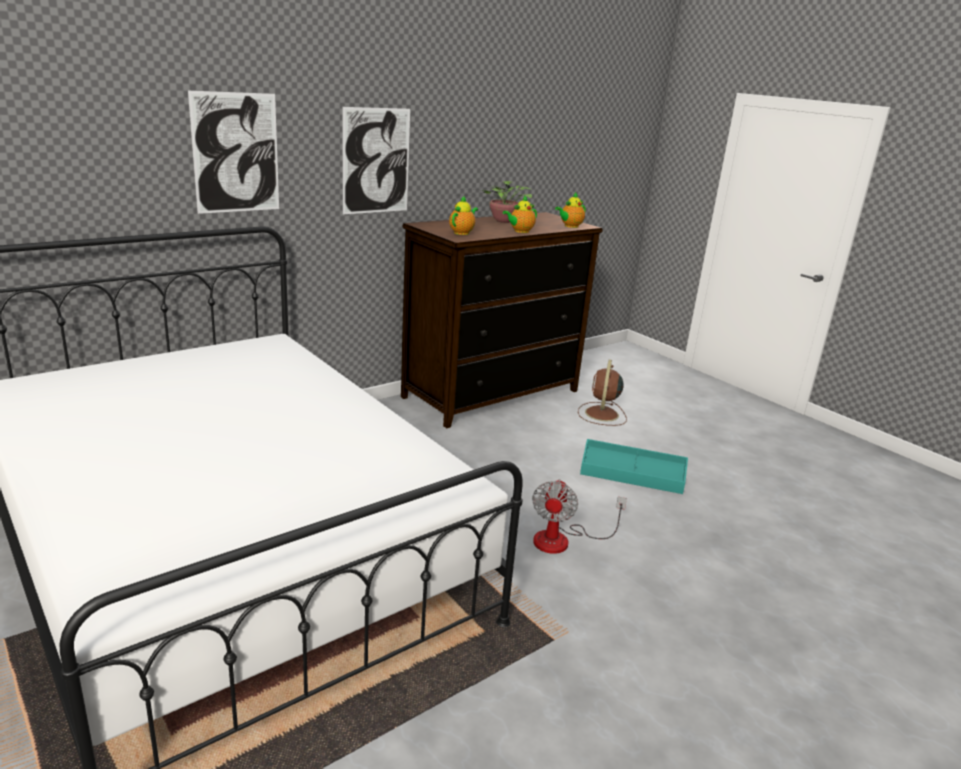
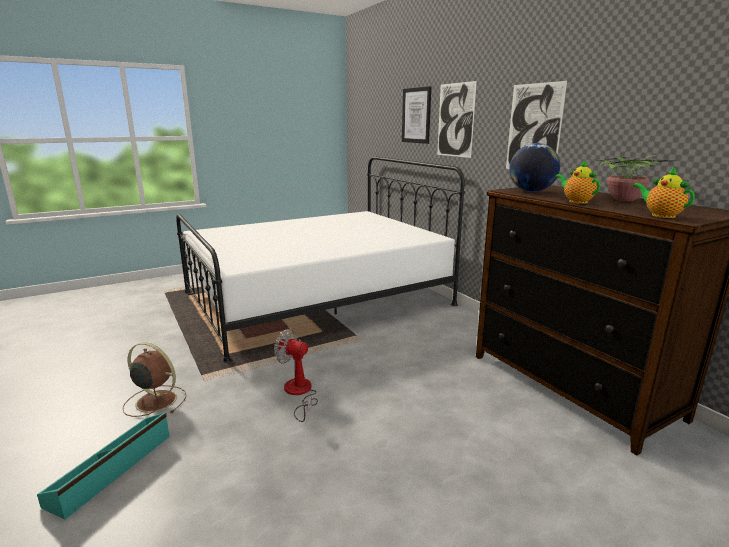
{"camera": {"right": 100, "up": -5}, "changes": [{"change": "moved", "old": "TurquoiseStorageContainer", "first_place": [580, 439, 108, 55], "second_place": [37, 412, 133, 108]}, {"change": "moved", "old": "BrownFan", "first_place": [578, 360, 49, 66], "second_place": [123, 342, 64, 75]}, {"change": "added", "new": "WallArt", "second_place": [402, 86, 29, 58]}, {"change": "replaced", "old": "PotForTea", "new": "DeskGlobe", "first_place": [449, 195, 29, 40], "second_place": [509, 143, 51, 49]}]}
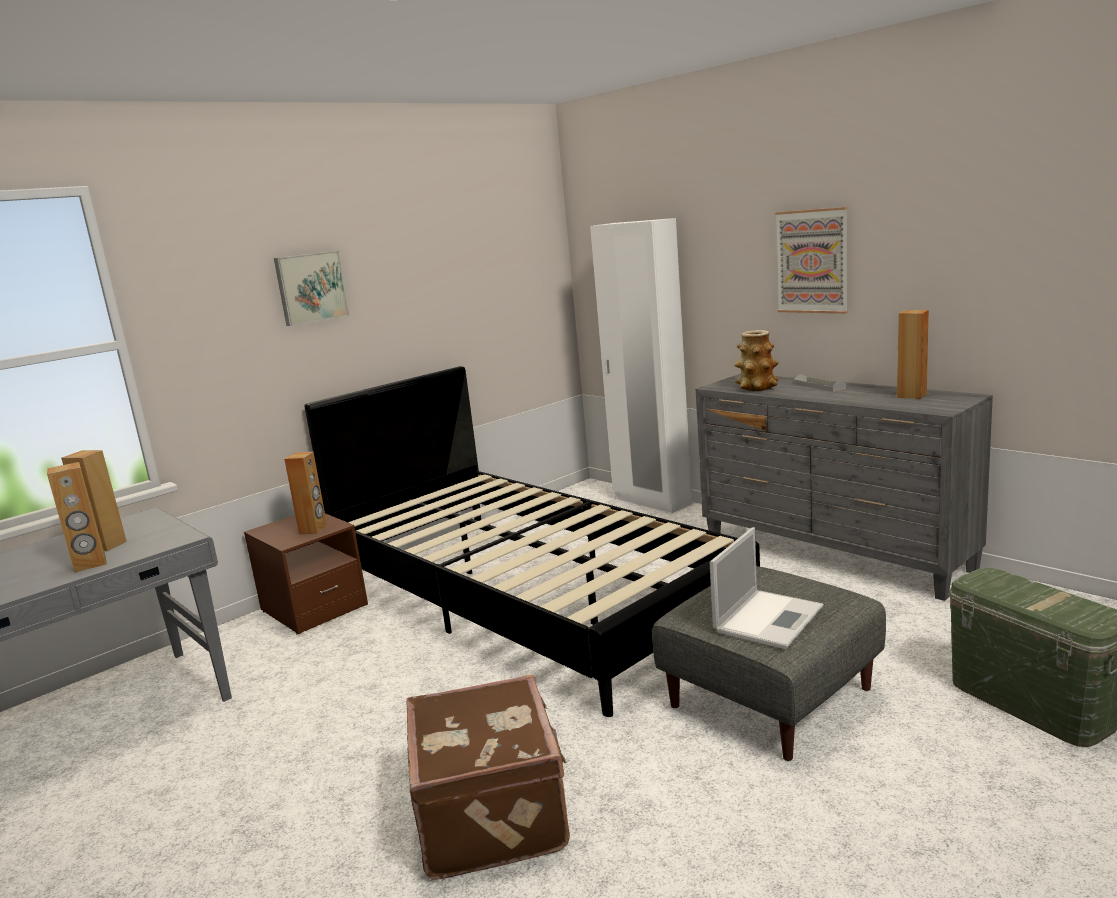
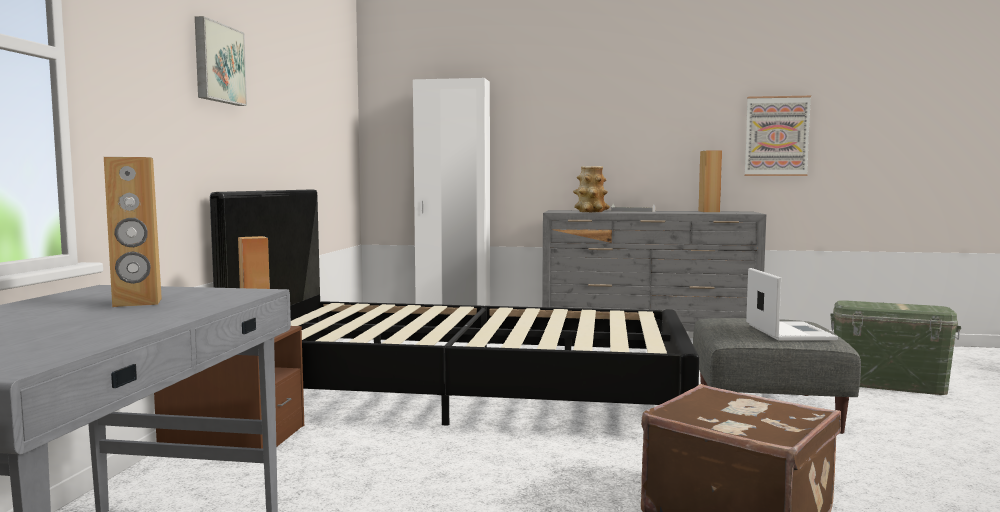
{"camera": {"right": -40, "up": -10}, "changes": [{"change": "moved", "old": "WallArt", "first_place": [775, 207, 73, 107], "second_place": [745, 96, 66, 80]}, {"change": "removed", "old": "BrownAudioSpeaker", "first_place": [47, 462, 60, 111]}]}
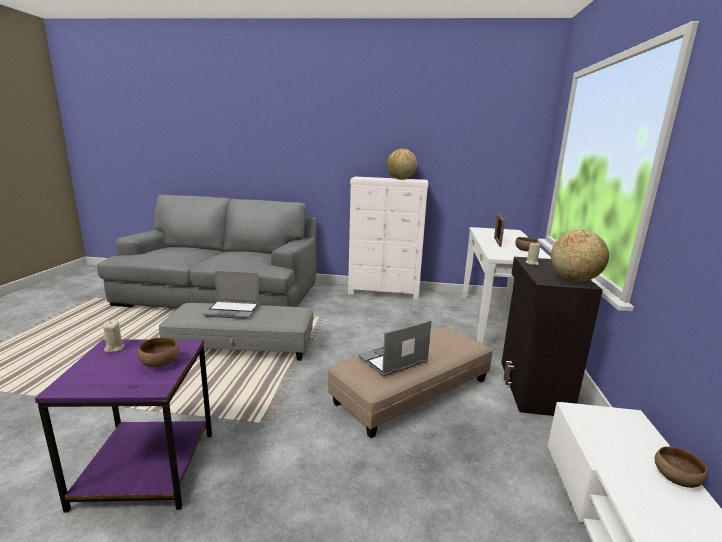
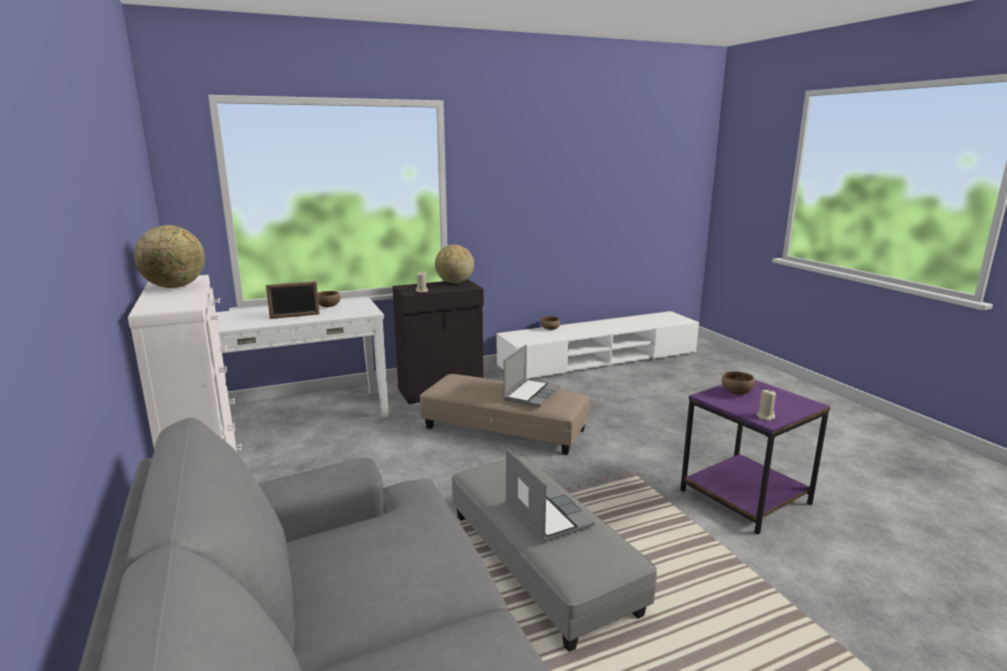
{"camera": {"right": -120, "up": 0}, "changes": [{"change": "turned", "old": "Laptop", "first_place": [358, 320, 73, 56], "second_place": [503, 344, 57, 63], "degrees": -90}]}
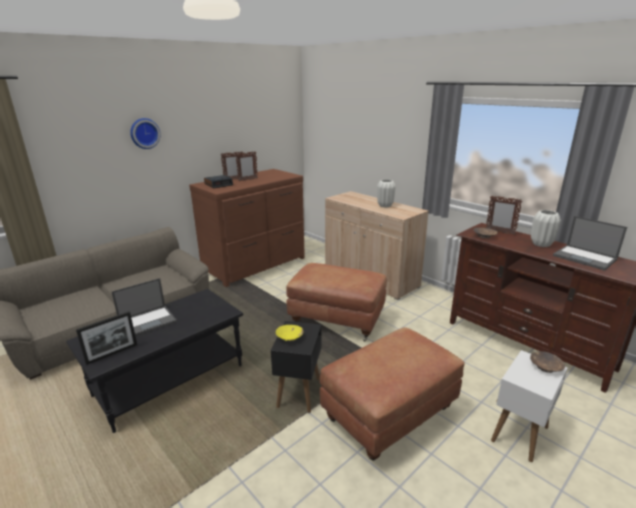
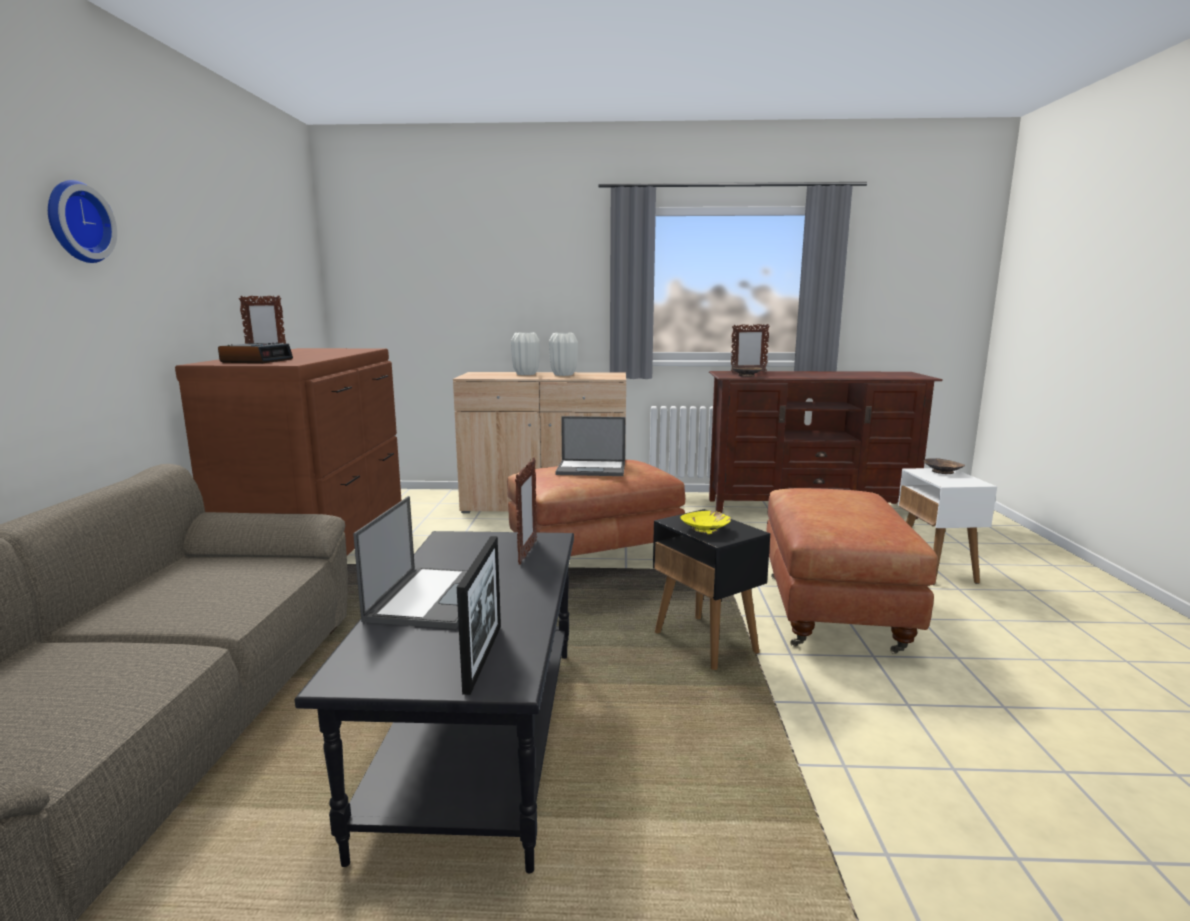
{"camera": {"right": -45, "up": -10}, "changes": [{"change": "moved", "old": "WhitishFlowerVase", "first_place": [531, 210, 30, 37], "second_place": [511, 332, 29, 43]}, {"change": "moved", "old": "PictureFrame", "first_place": [236, 151, 22, 31], "second_place": [515, 457, 22, 108]}, {"change": "moved", "old": "Laptop", "first_place": [553, 216, 74, 55], "second_place": [555, 416, 71, 60]}]}
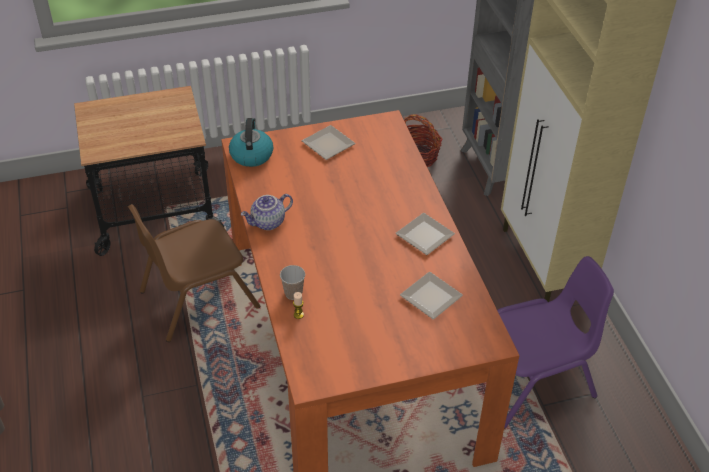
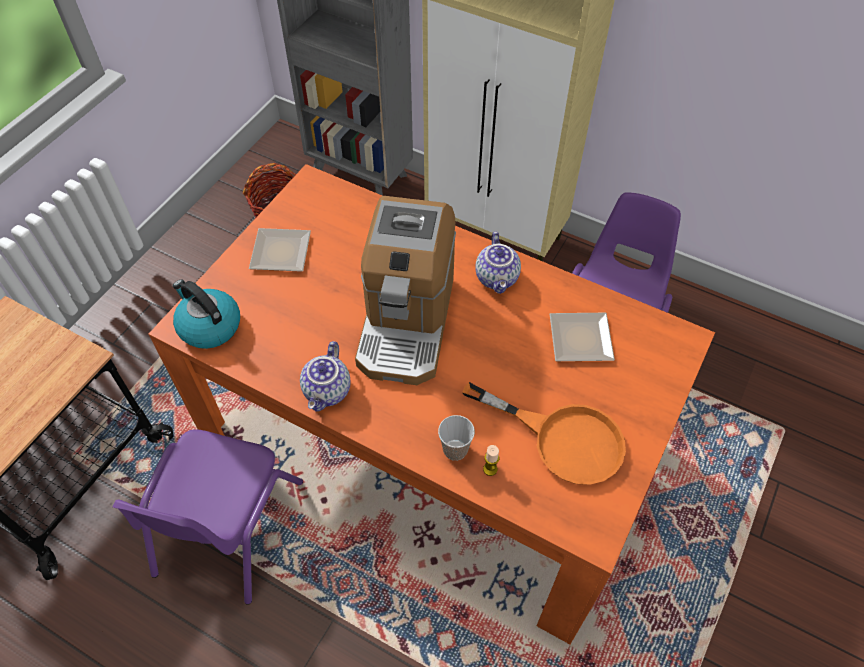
{"camera": {"right": -45, "up": 10}, "changes": [{"change": "recoloured", "old": "BrownUprightChair", "new": "PurpleColouredUprightChair", "first_place": [128, 204, 132, 138], "second_place": [113, 429, 190, 176]}, {"change": "added", "new": "CoffeeMaker", "second_place": [355, 196, 101, 189]}, {"change": "added", "new": "OrangeyPan", "second_place": [462, 382, 164, 103]}, {"change": "replaced", "old": "DinnerPlate", "new": "PotForTea", "first_place": [395, 213, 60, 42], "second_place": [475, 232, 46, 62]}]}
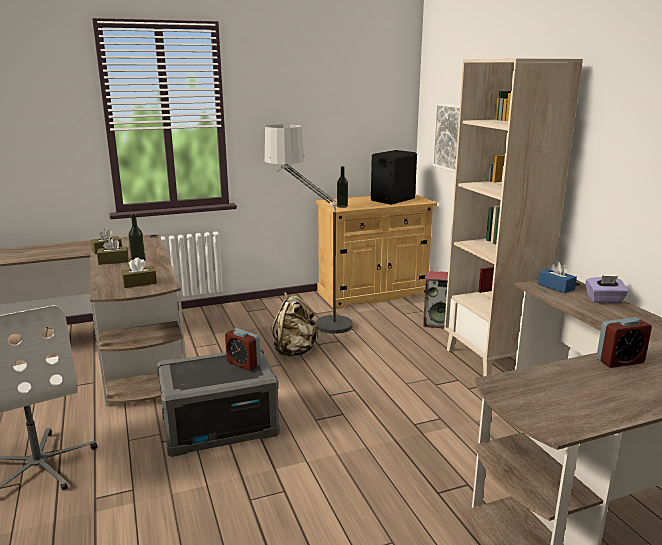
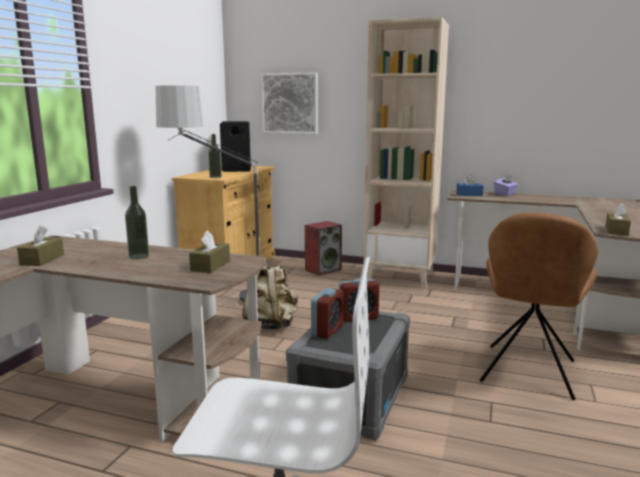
{"camera": {"right": -50, "up": -5}, "changes": [{"change": "moved", "old": "AlarmClock", "first_place": [596, 317, 56, 51], "second_place": [311, 288, 32, 51]}, {"change": "added", "new": "BrownUprightChair", "second_place": [480, 213, 118, 187]}, {"change": "moved", "old": "BrownBoxOfTissues", "first_place": [97, 238, 31, 27], "second_place": [605, 203, 26, 33]}]}
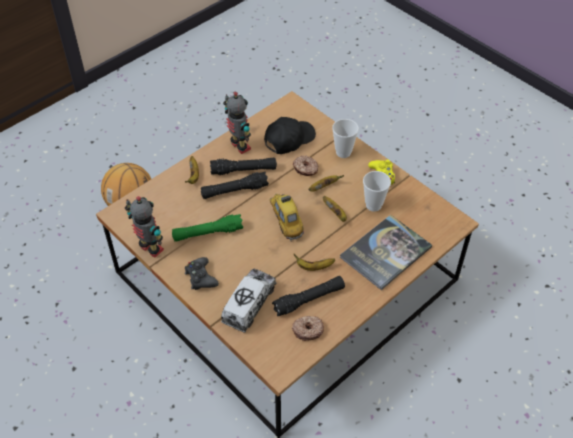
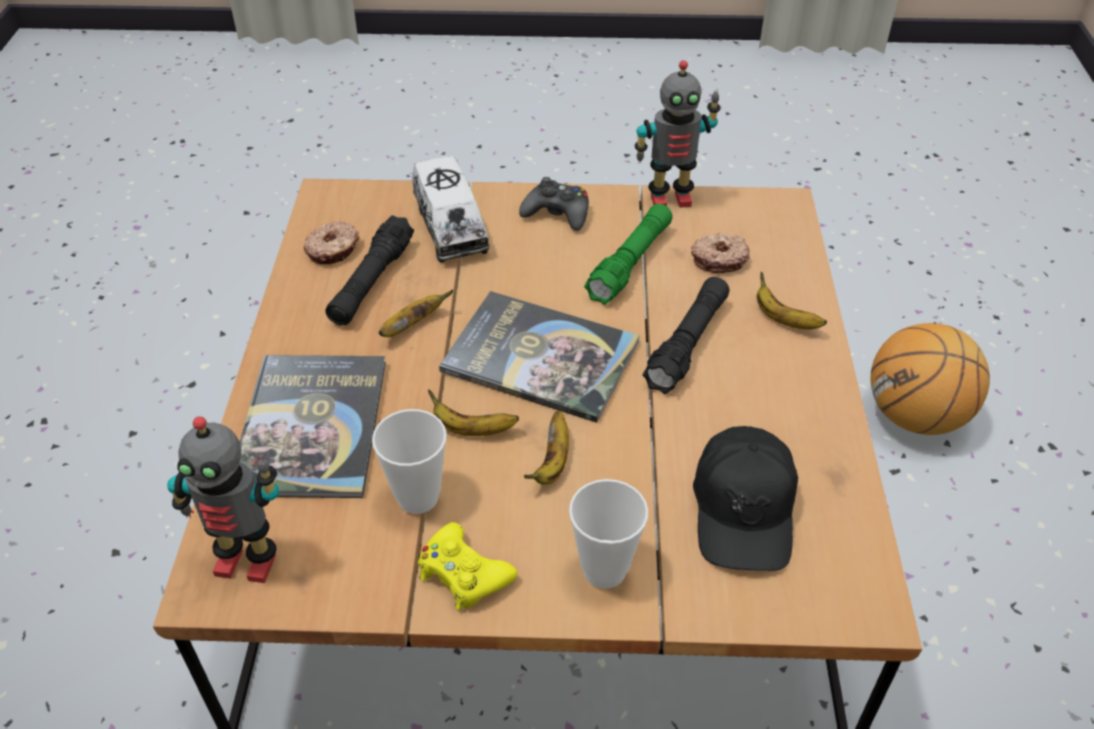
{"camera": {"right": 135, "up": -5}, "changes": [{"change": "moved", "old": "RobotFigure", "first_place": [223, 92, 28, 62], "second_place": [167, 416, 112, 167]}, {"change": "replaced", "old": "ToyCar", "new": "Volume", "first_place": [270, 194, 34, 47], "second_place": [439, 291, 201, 132]}, {"change": "moved", "old": "RingDoughnut", "first_place": [293, 156, 26, 20], "second_place": [691, 233, 59, 40]}, {"change": "removed", "old": "BlackHandTorch", "first_place": [210, 157, 67, 18]}]}
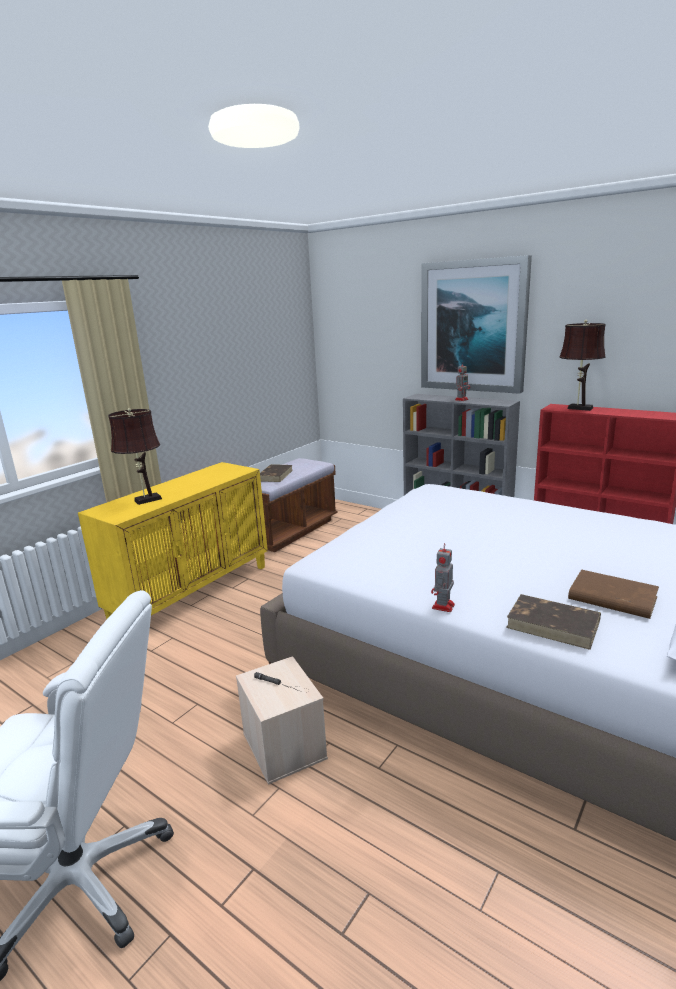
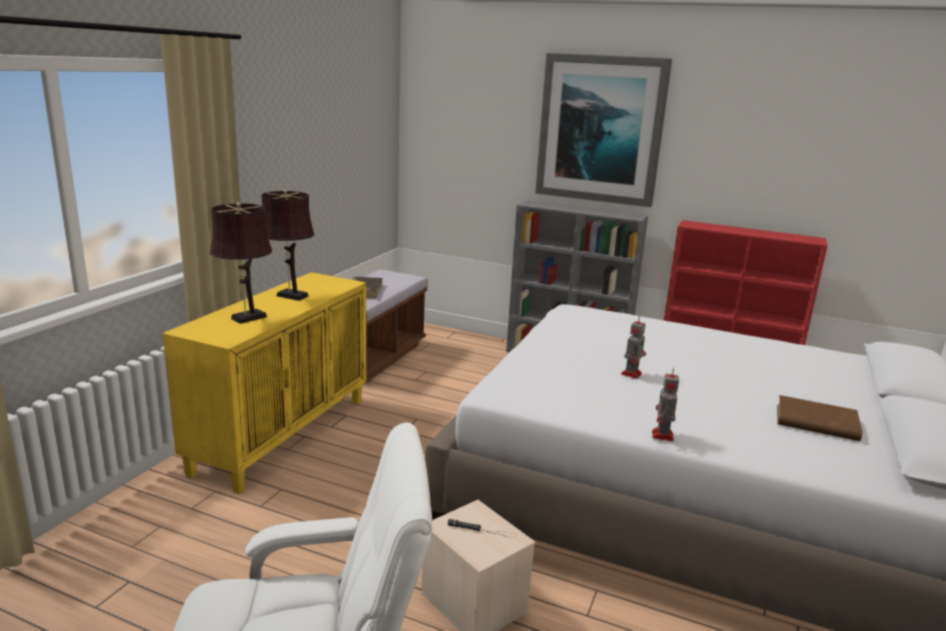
{"camera": {"right": -15, "up": 0}, "changes": [{"change": "moved", "old": "BrownTableLamp", "first_place": [559, 320, 47, 91], "second_place": [261, 189, 53, 112]}, {"change": "moved", "old": "RobotFigure", "first_place": [455, 361, 15, 40], "second_place": [621, 316, 25, 63]}, {"change": "removed", "old": "BrownVolume", "first_place": [506, 594, 95, 56]}]}
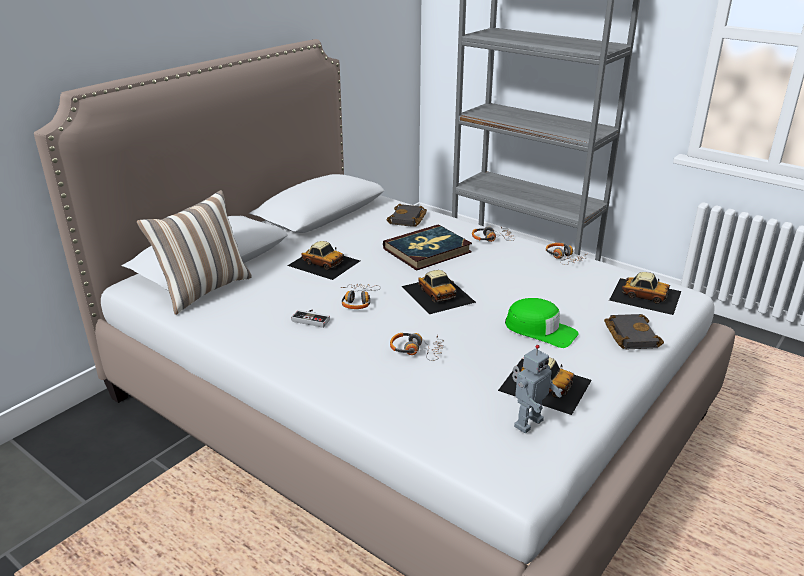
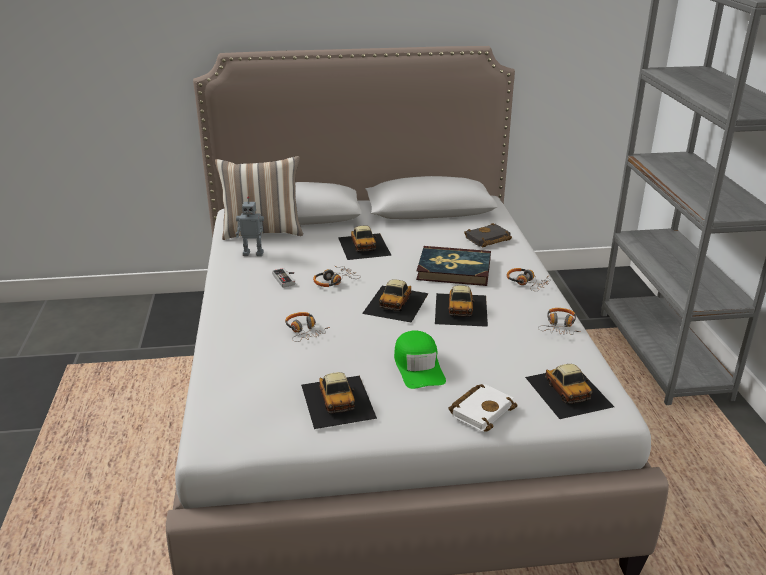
{"camera": {"right": 45, "up": 0}, "changes": [{"change": "moved", "old": "RobotFigure", "first_place": [512, 345, 51, 88], "second_place": [236, 196, 28, 60]}, {"change": "added", "new": "ToyCar", "second_place": [435, 285, 53, 42]}, {"change": "recoloured", "old": "BlackVolume", "new": "WhitishVolume", "first_place": [604, 314, 60, 35], "second_place": [449, 384, 69, 48]}]}
